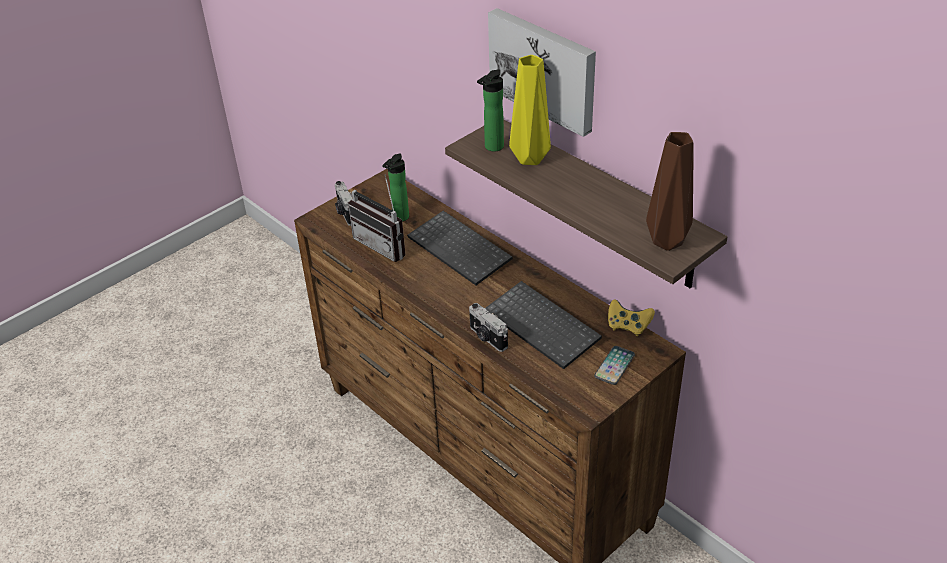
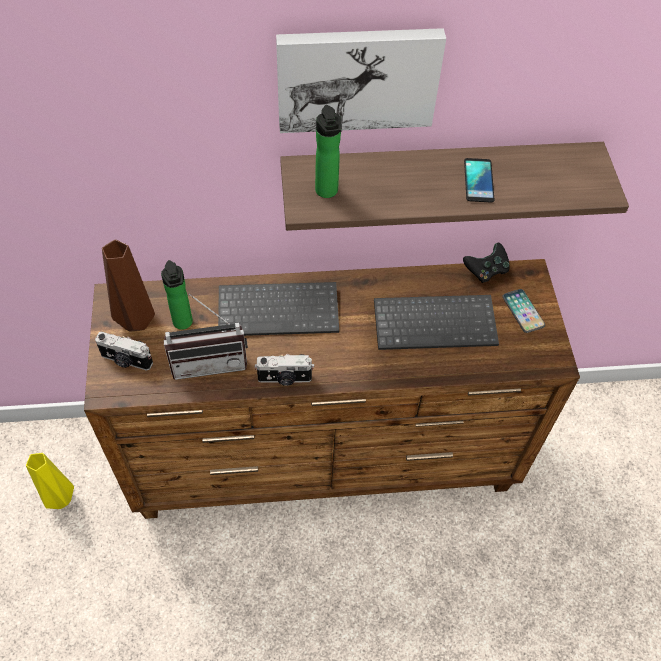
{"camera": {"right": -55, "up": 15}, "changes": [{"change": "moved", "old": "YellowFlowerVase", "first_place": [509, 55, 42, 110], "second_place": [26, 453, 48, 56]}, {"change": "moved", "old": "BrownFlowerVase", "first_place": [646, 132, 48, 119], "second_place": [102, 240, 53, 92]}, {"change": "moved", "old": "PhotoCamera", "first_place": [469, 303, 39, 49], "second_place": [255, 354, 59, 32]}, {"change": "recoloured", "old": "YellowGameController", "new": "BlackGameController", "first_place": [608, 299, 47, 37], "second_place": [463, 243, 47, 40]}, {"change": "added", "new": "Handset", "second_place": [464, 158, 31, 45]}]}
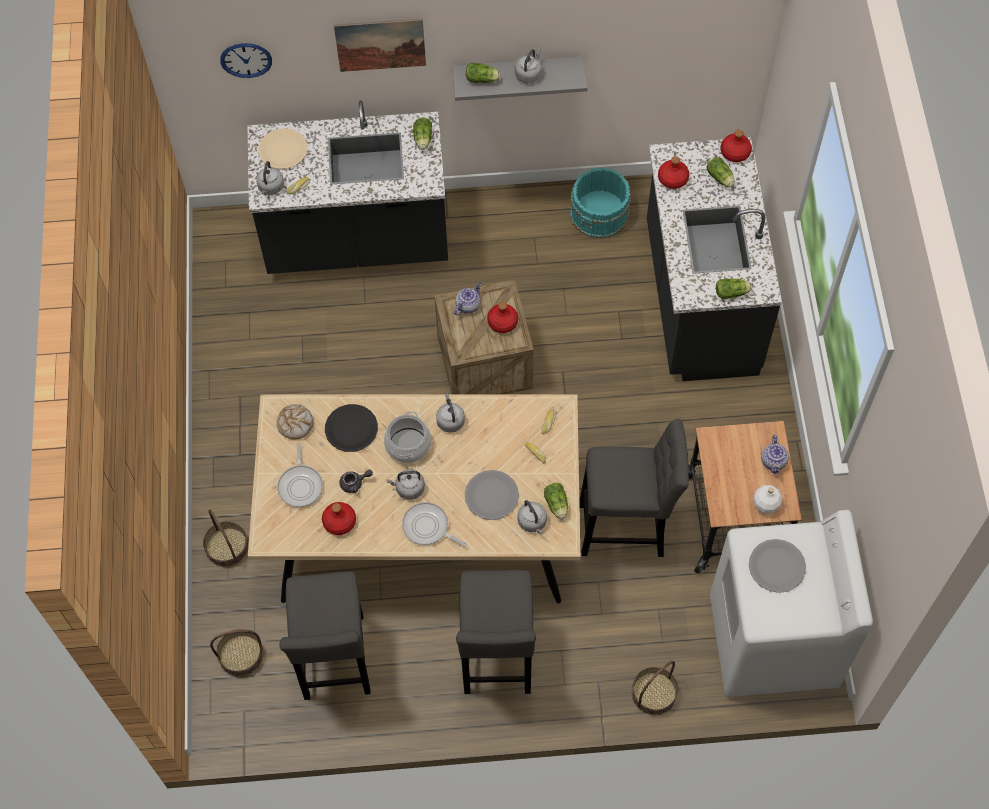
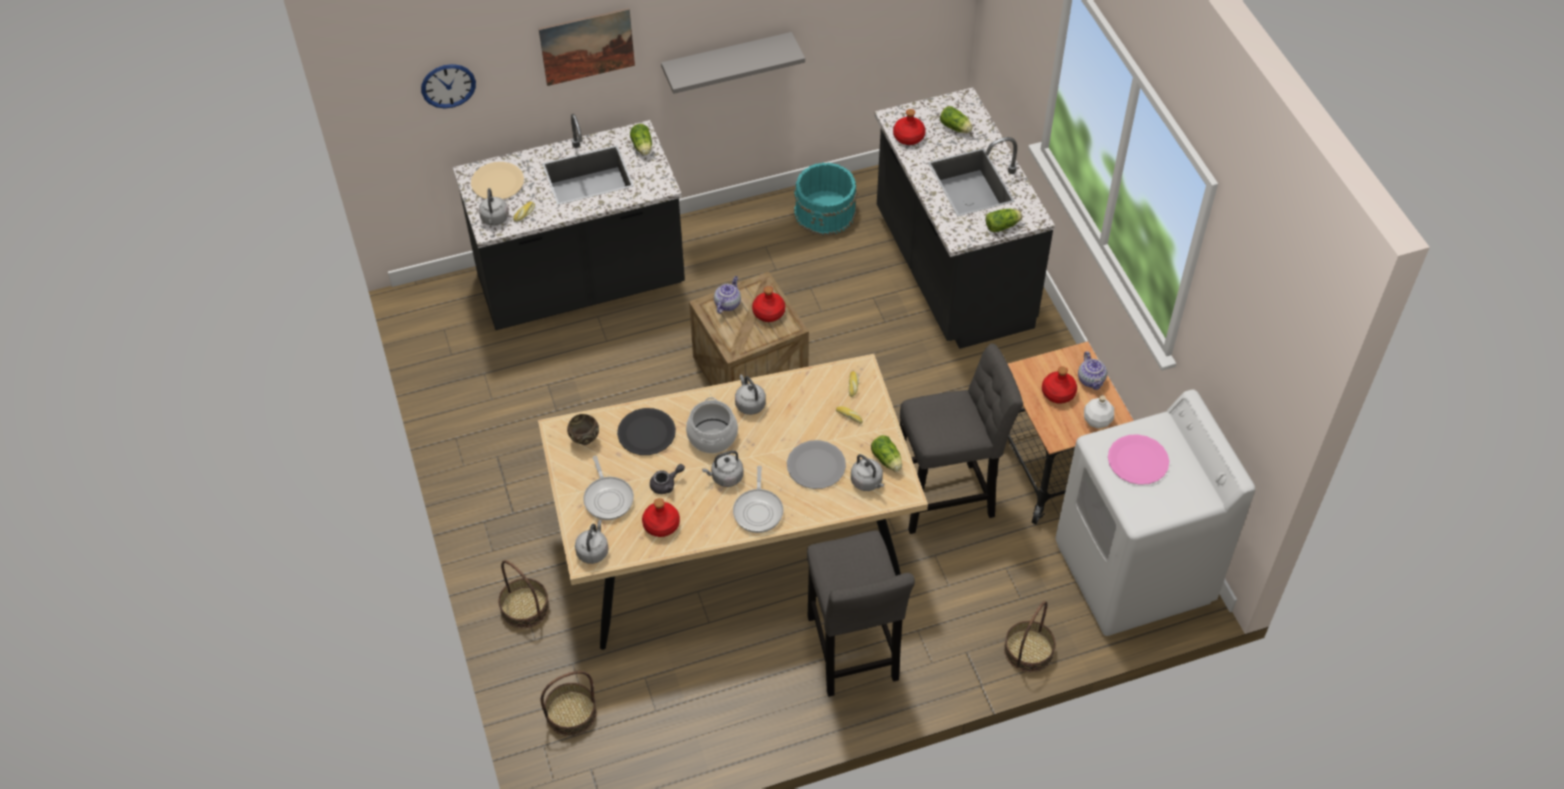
{"camera": {"right": -15, "up": -10}, "changes": [{"change": "replaced", "old": "BakeryBread", "new": "BrownBowl", "first_place": [277, 404, 36, 36], "second_place": [567, 414, 32, 31]}, {"change": "moved", "old": "GreyishWaterKettle", "first_place": [515, 49, 27, 34], "second_place": [575, 520, 34, 44]}, {"change": "turned", "old": "Pan", "first_place": [402, 502, 65, 45], "second_place": [733, 466, 50, 67], "degrees": -105}, {"change": "moved", "old": "ReddishBottle", "first_place": [721, 130, 31, 32], "second_place": [1042, 366, 35, 38]}, {"change": "recoloured", "old": "GreyishDinnerPlate", "new": "PinkColouredDinnerPlate", "first_place": [749, 539, 57, 54], "second_place": [1108, 434, 61, 51]}, {"change": "removed", "old": "GreyishStool", "first_place": [279, 572, 92, 128]}, {"change": "removed", "old": "LettuceHead", "first_place": [466, 63, 35, 20]}]}
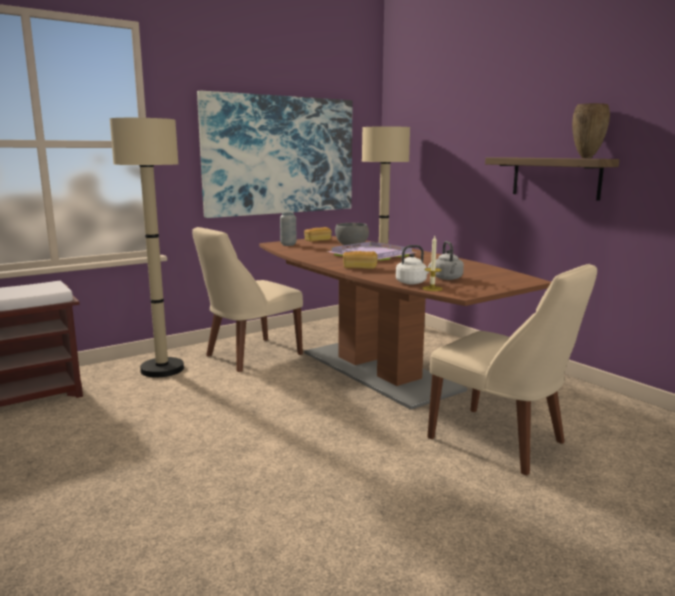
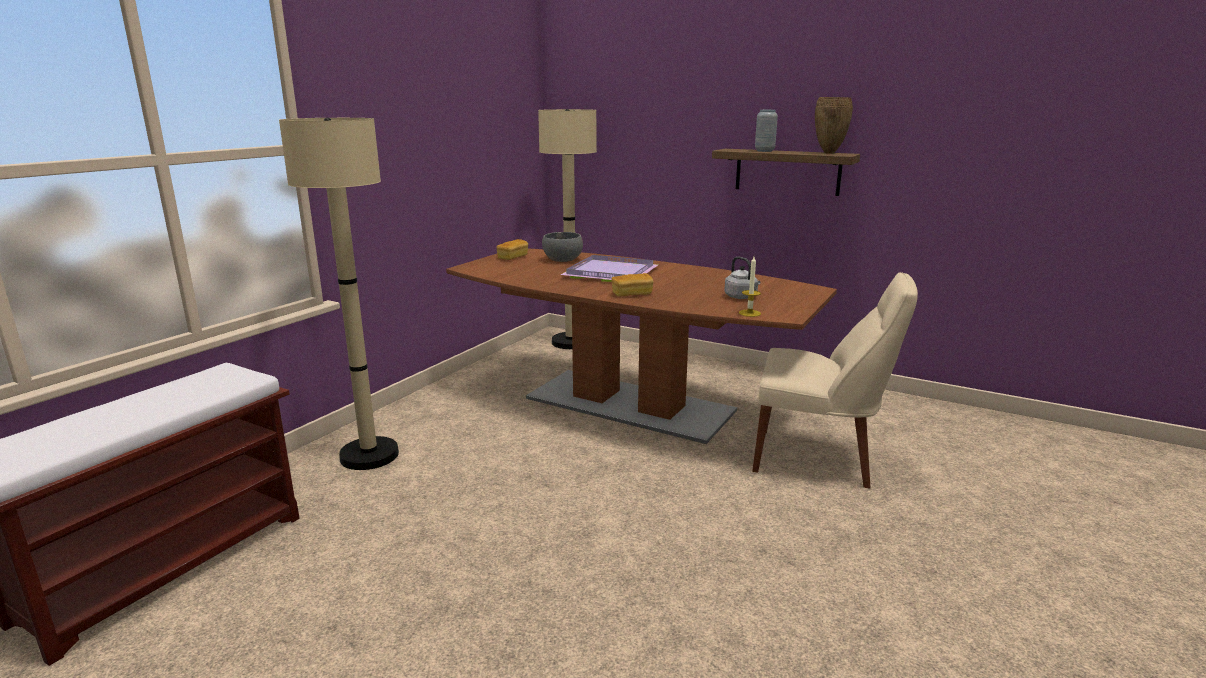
{"camera": {"right": -25, "up": 5}, "changes": [{"change": "moved", "old": "GreyishFlowerVase", "first_place": [280, 213, 17, 33], "second_place": [755, 110, 23, 42]}, {"change": "removed", "old": "SandColouredUprightChair", "first_place": [192, 227, 111, 145]}, {"change": "removed", "old": "WallArt", "first_place": [197, 91, 155, 127]}, {"change": "removed", "old": "WhitishWaterKettle", "first_place": [396, 245, 35, 39]}]}
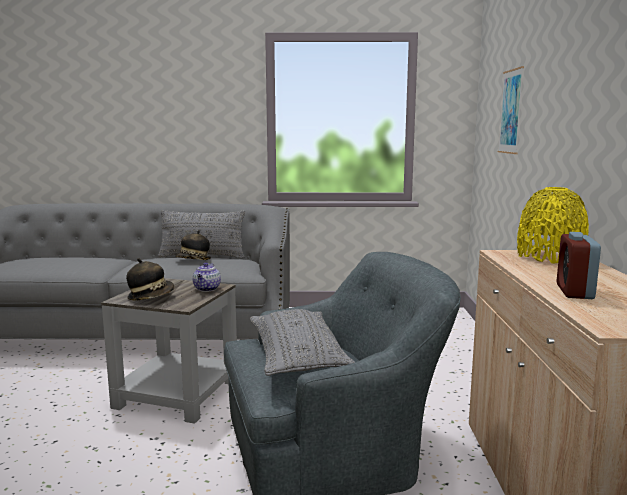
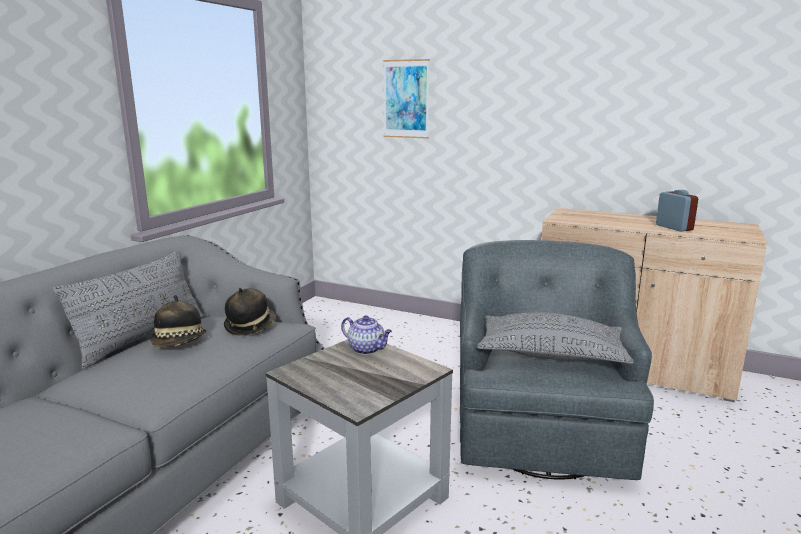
{"camera": {"right": -65, "up": 5}, "changes": [{"change": "moved", "old": "WearableHat", "first_place": [126, 258, 48, 43], "second_place": [224, 288, 52, 48]}, {"change": "turned", "old": "AlarmClock", "first_place": [557, 232, 44, 67], "second_place": [656, 190, 42, 42], "degrees": -150}, {"change": "removed", "old": "YellowFlowerVase", "first_place": [517, 187, 72, 77]}]}
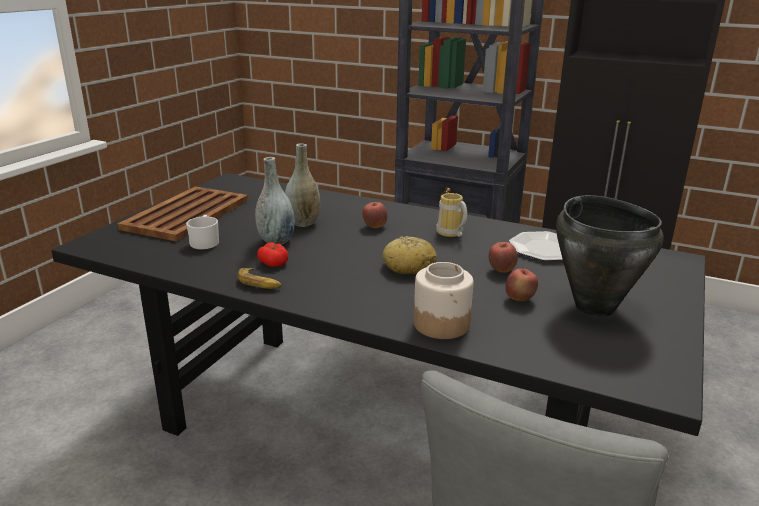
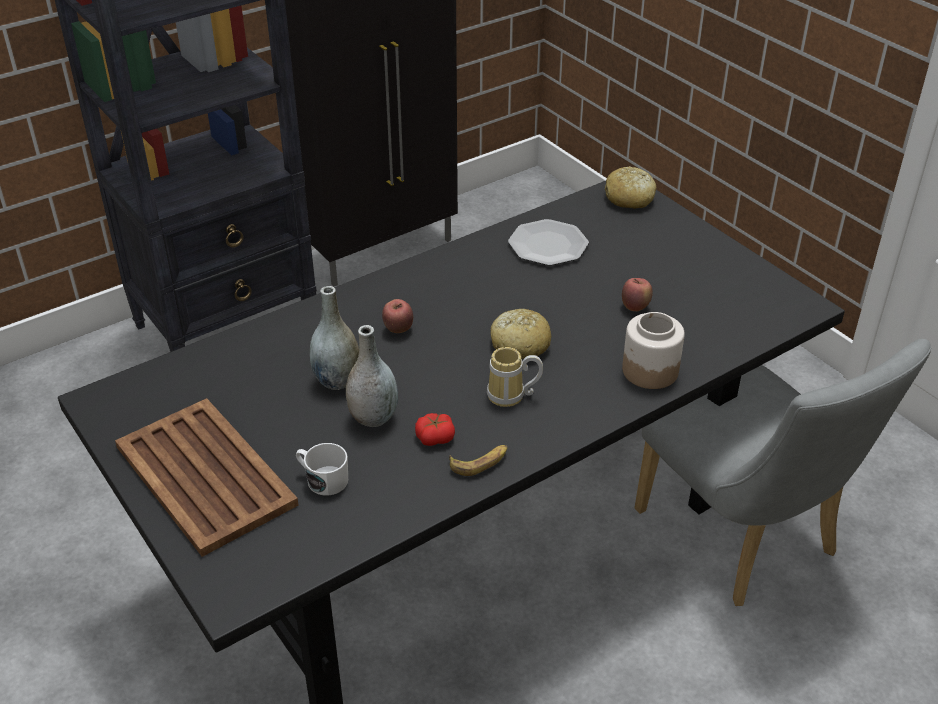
{"camera": {"right": -60, "up": 15}, "changes": [{"change": "moved", "old": "Mug", "first_place": [436, 193, 31, 44], "second_place": [487, 347, 56, 60]}, {"change": "added", "new": "BakeryBread", "second_place": [605, 166, 51, 43]}, {"change": "removed", "old": "Apple", "first_place": [489, 242, 29, 31]}, {"change": "removed", "old": "BlackStockpot", "first_place": [556, 195, 108, 122]}]}
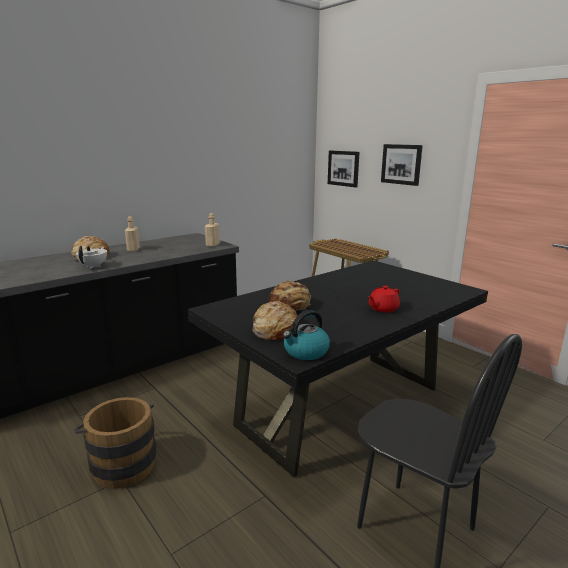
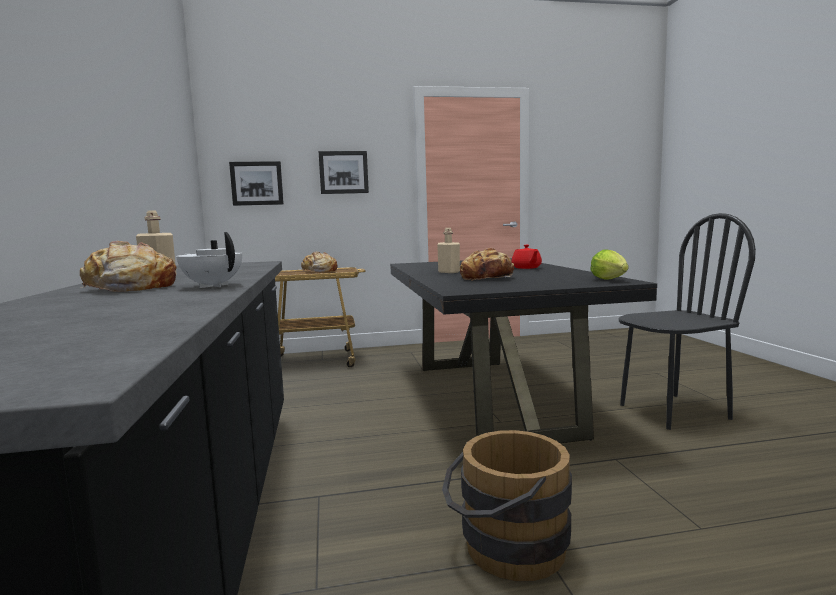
{"camera": {"right": -60, "up": -10}, "changes": [{"change": "moved", "old": "BakeryBread", "first_place": [252, 301, 46, 39], "second_place": [301, 252, 37, 20]}, {"change": "moved", "old": "SandColouredBottle", "first_place": [205, 213, 15, 34], "second_place": [437, 228, 23, 45]}, {"change": "replaced", "old": "WaterKettle", "new": "LettuceHead", "first_place": [283, 310, 47, 50], "second_place": [590, 249, 39, 31]}]}
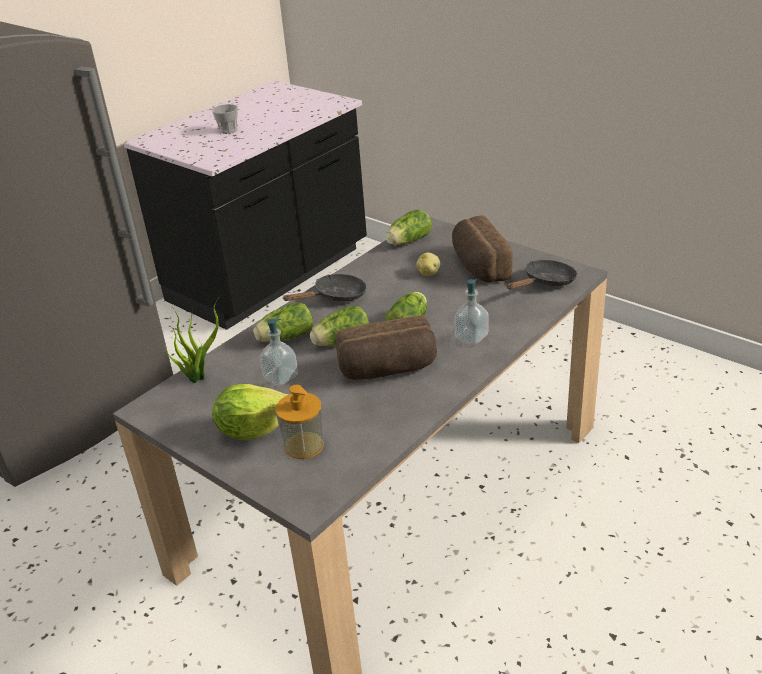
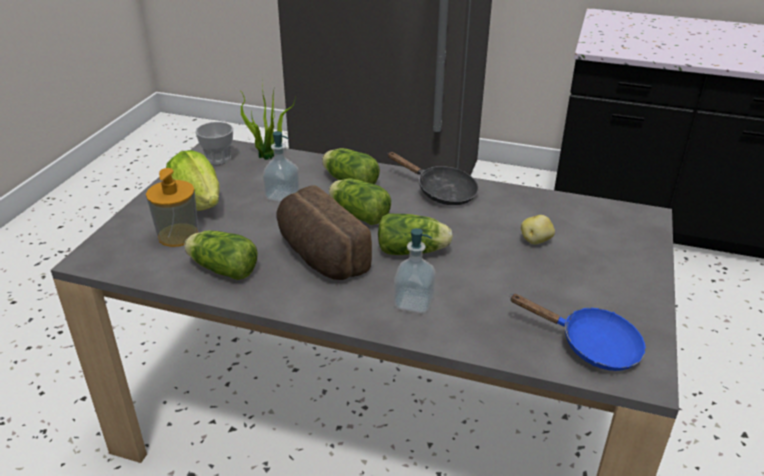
{"camera": {"right": 65, "up": 0}, "changes": [{"change": "moved", "old": "LettuceHead", "first_place": [386, 210, 46, 35], "second_place": [184, 231, 74, 49]}, {"change": "moved", "old": "DrinkingCup", "first_place": [212, 104, 26, 30], "second_place": [195, 122, 38, 43]}, {"change": "recoloured", "old": "BlackPan", "new": "BluePan", "first_place": [507, 260, 70, 30], "second_place": [509, 294, 137, 77]}, {"change": "removed", "old": "BakeryBread", "first_place": [452, 215, 61, 67]}]}
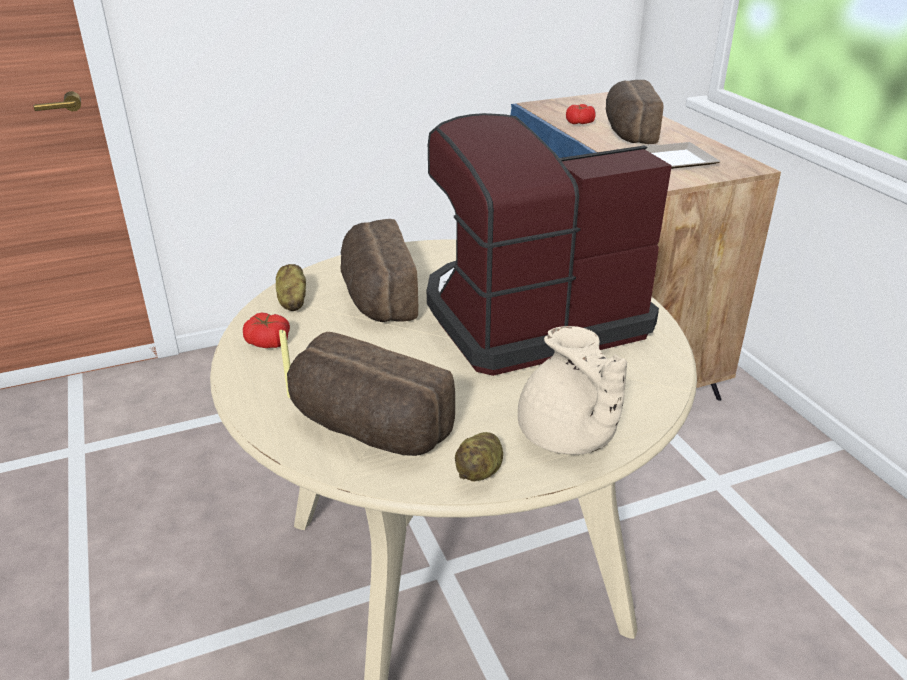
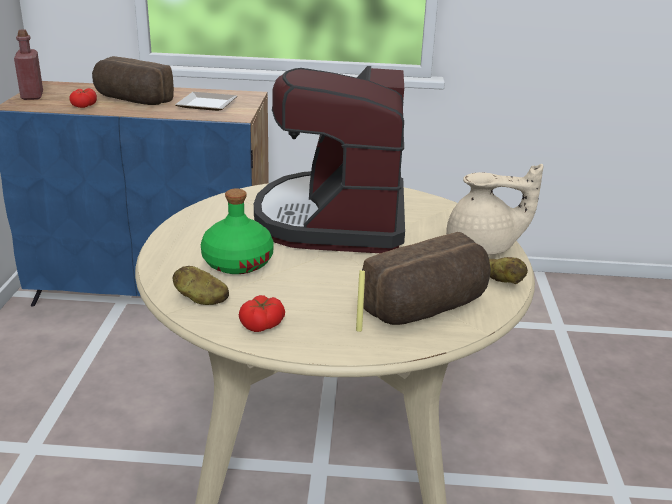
{"camera": {"right": -65, "up": -5}, "changes": [{"change": "added", "new": "ReddishBottle", "second_place": [14, 30, 29, 70]}, {"change": "replaced", "old": "BakeryBread", "new": "GreenishBottle", "first_place": [341, 219, 77, 103], "second_place": [201, 188, 73, 86]}]}
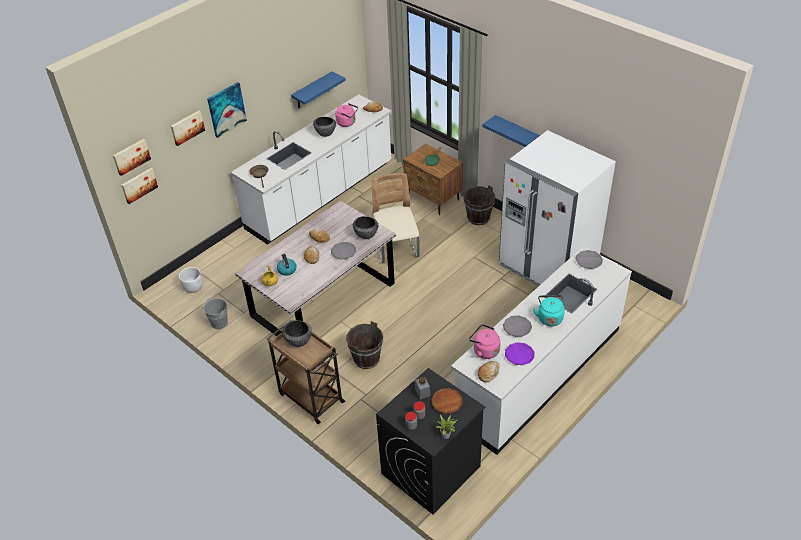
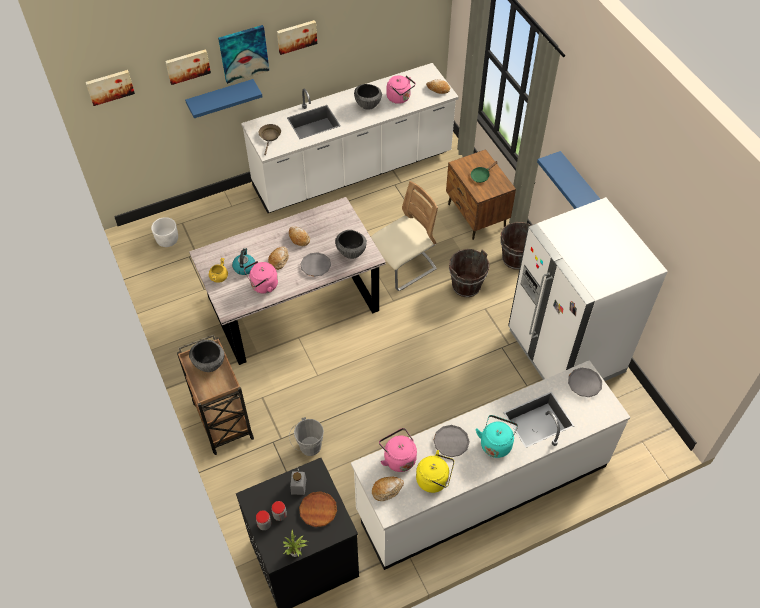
{"camera": {"right": 20, "up": 10}, "changes": [{"change": "moved", "old": "BlueWallShelf", "first_place": [291, 71, 55, 37], "second_place": [185, 79, 78, 39]}, {"change": "added", "new": "PinkColouredWaterKettle", "second_place": [244, 261, 34, 33]}, {"change": "moved", "old": "WallArt", "first_place": [122, 168, 36, 36], "second_place": [277, 20, 40, 35]}, {"change": "moved", "old": "GreyishPail", "first_place": [203, 298, 25, 31], "second_place": [289, 417, 35, 39]}, {"change": "turned", "old": "SandColouredUprightChair", "first_place": [371, 173, 49, 91], "second_place": [371, 181, 67, 110], "degrees": 45}, {"change": "replaced", "old": "PurpleColouredDinnerPlate", "new": "YellowWaterKettle", "first_place": [505, 342, 30, 23], "second_place": [416, 450, 38, 43]}, {"change": "moved", "old": "BrownPail", "first_place": [346, 321, 37, 48], "second_place": [449, 249, 40, 48]}]}
